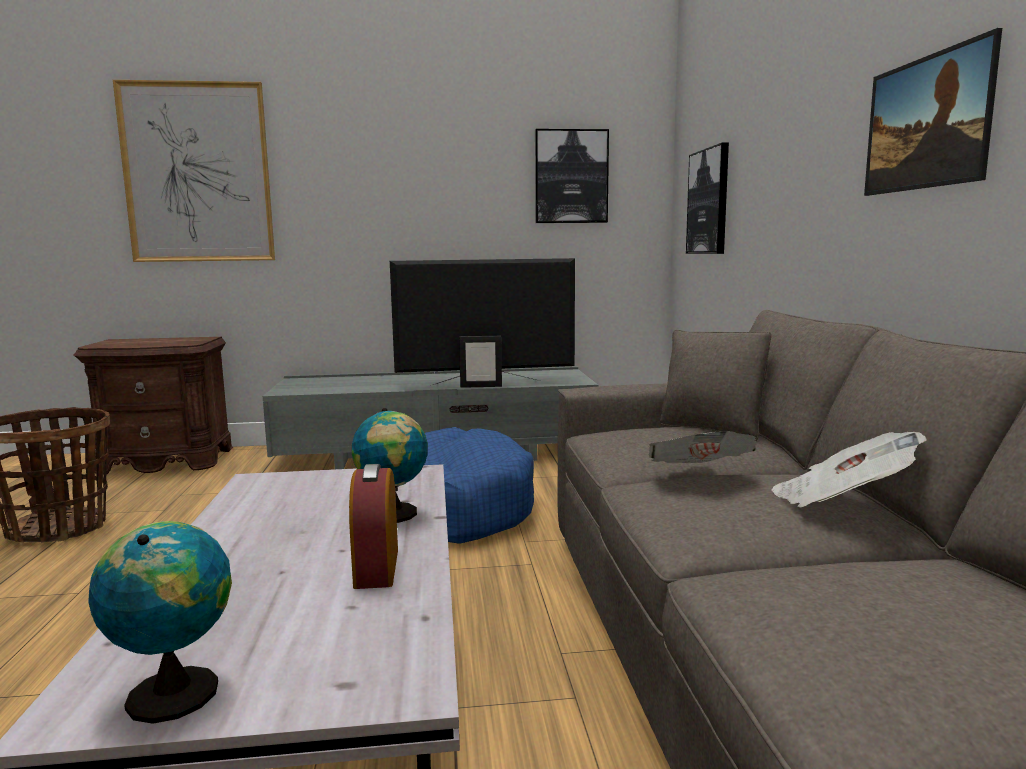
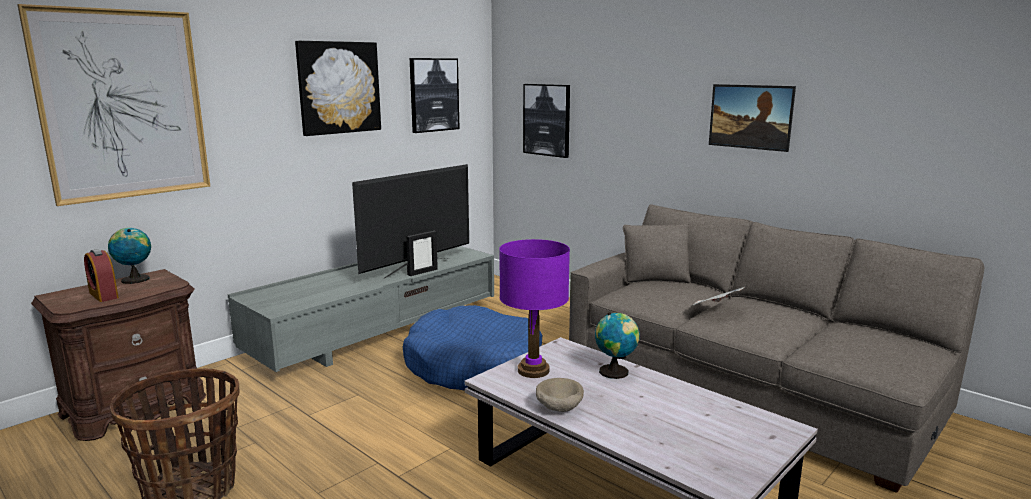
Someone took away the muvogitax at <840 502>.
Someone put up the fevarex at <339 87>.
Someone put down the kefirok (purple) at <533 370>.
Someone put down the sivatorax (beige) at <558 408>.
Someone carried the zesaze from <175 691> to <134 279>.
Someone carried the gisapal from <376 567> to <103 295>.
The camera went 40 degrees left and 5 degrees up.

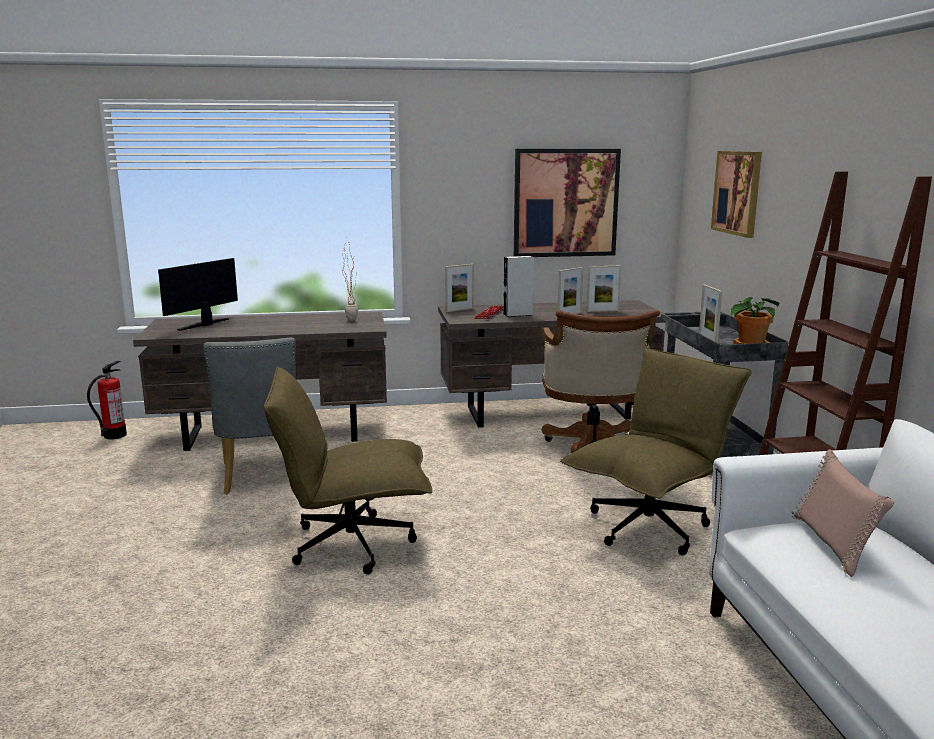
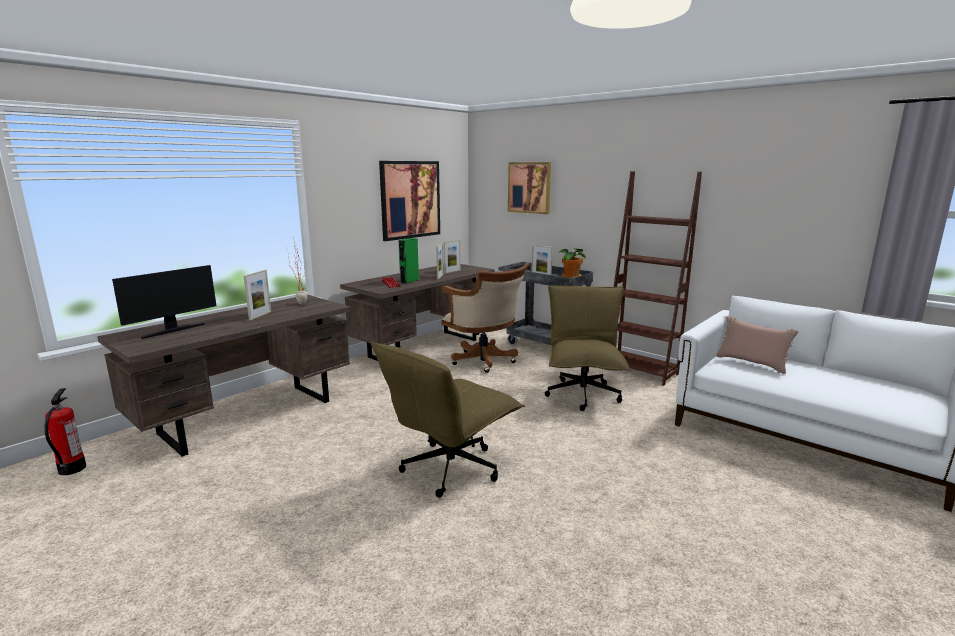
Someone took away the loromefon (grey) at <261 478>.
Someone carried the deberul from <459 310> to <260 315>.
Someone repainted the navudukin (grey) at <517 315>, which became the navudukin (green) at <409 281>.
Someone rotated the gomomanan at <205 325> by 135 degrees counterclockwise.
The camera went 40 degrees left and 0 degrees up.

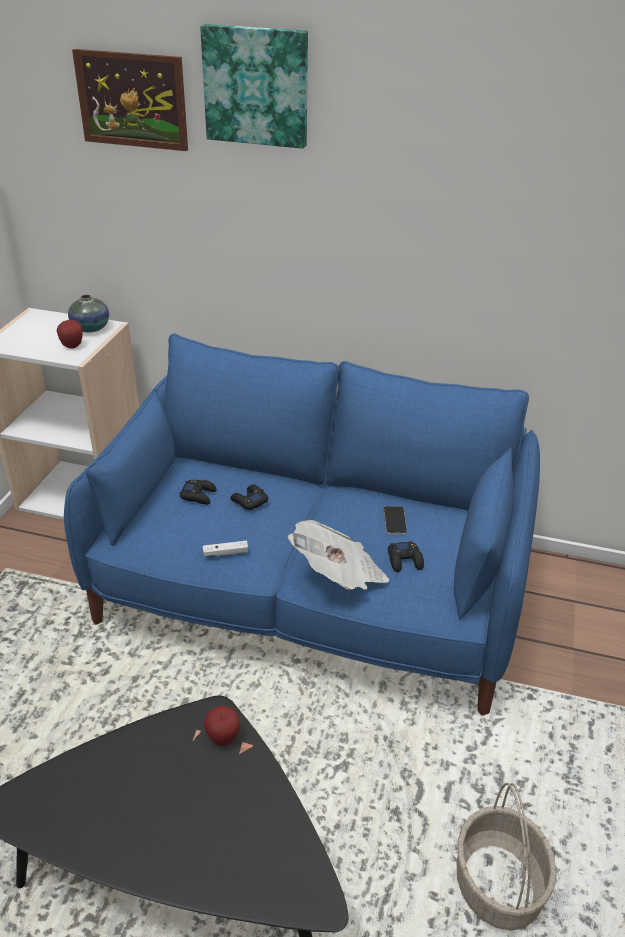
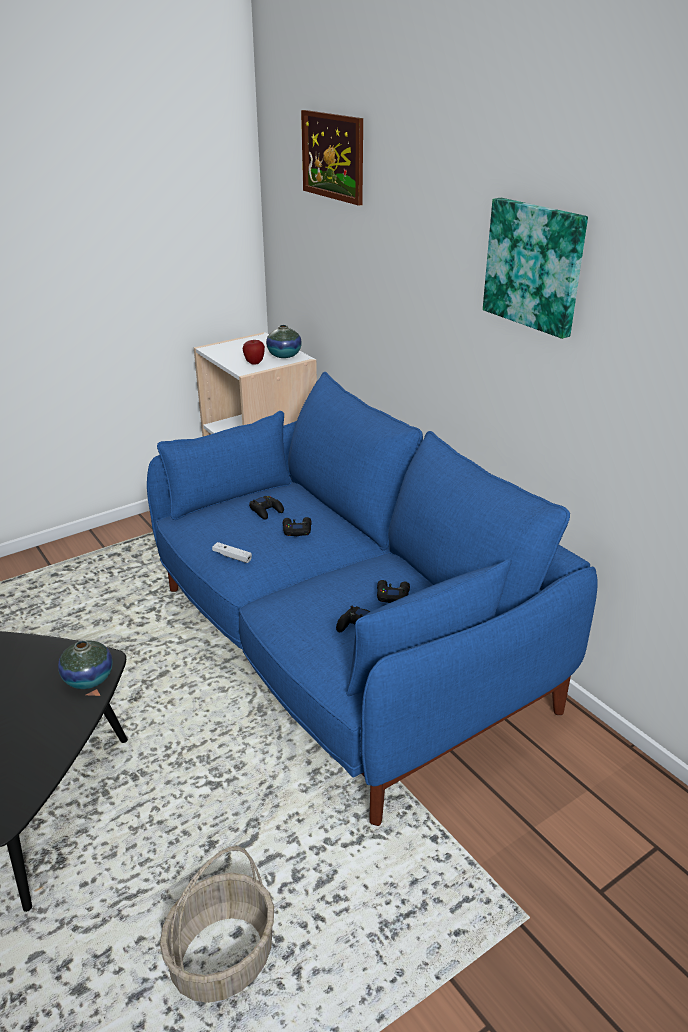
Someone took away the muvogitax at <338 575>.
Someone carried the fevarex from <257 86> to <535 266>.
Someone swapped the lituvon at <223 738> for the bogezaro at <88 679>.
Someone swapped the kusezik at <395 520> for the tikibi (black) at <392 595>.
The camera went 40 degrees right and 5 degrees down.

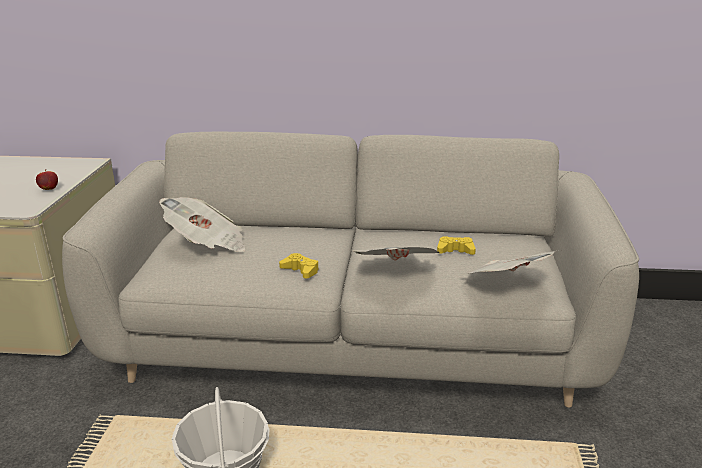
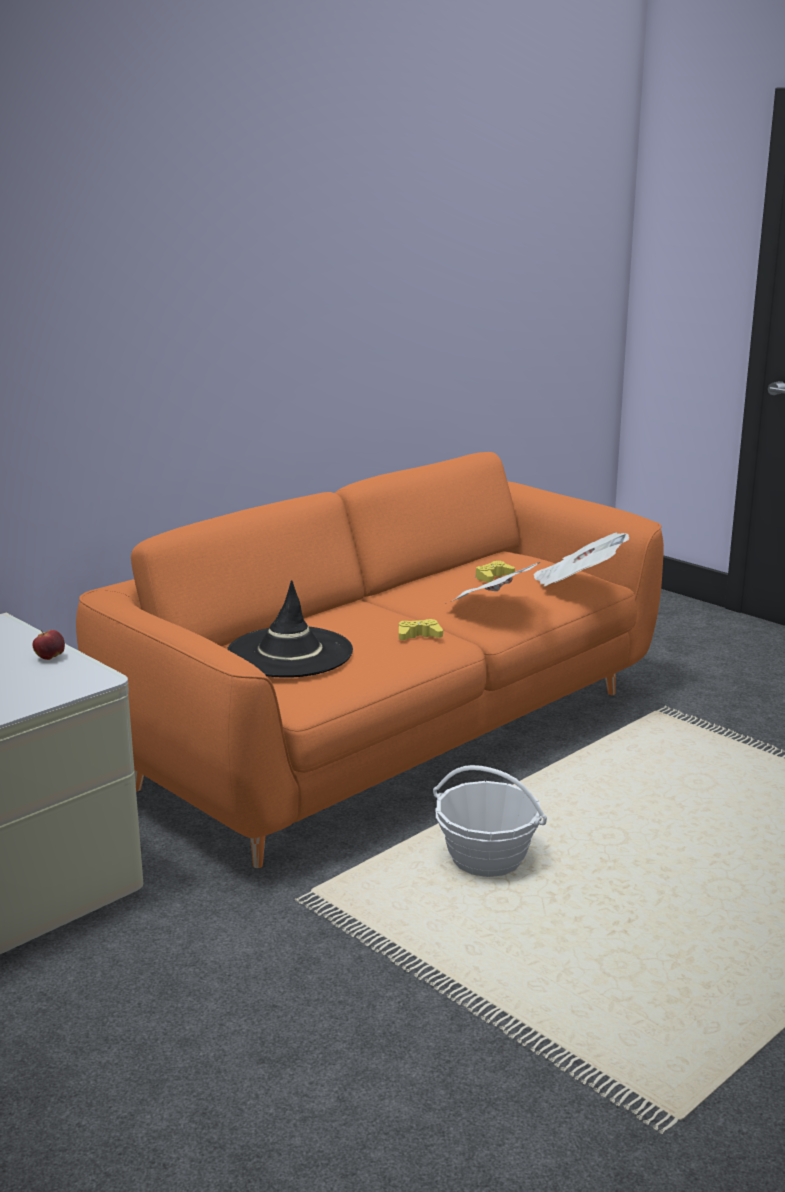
Someone swapped the muvogitax at <207 244> for the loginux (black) at <289 653>.
Someone repainted the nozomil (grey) at <352 345>, which became the nozomil (orange) at <392 737>.
The camera went 50 degrees left and 5 degrees down.

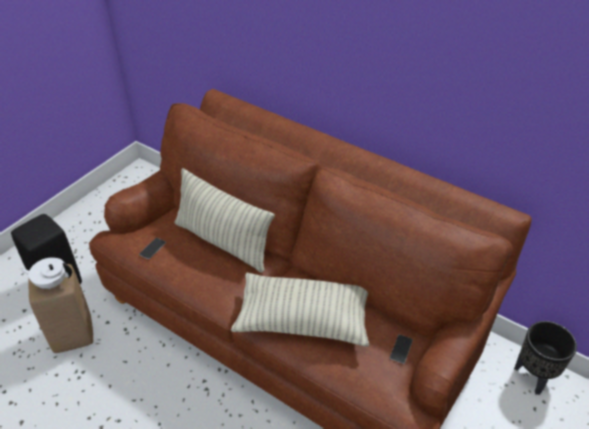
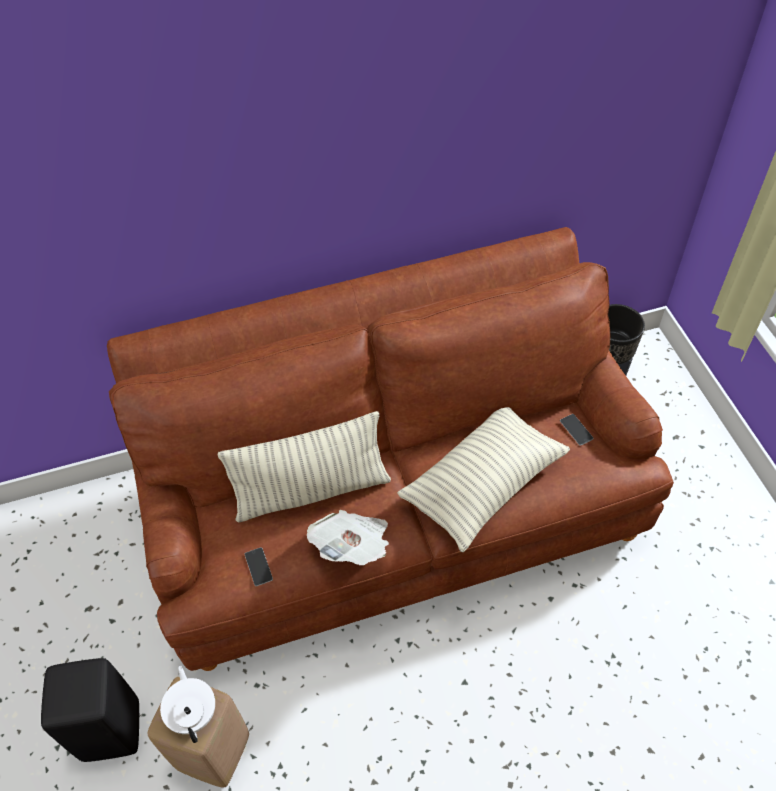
Someone put down the muvogitax at <353 546>.
Someone rotated the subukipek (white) at <51 282> by 120 degrees clockwise.
The camera went 50 degrees left and 10 degrees up.

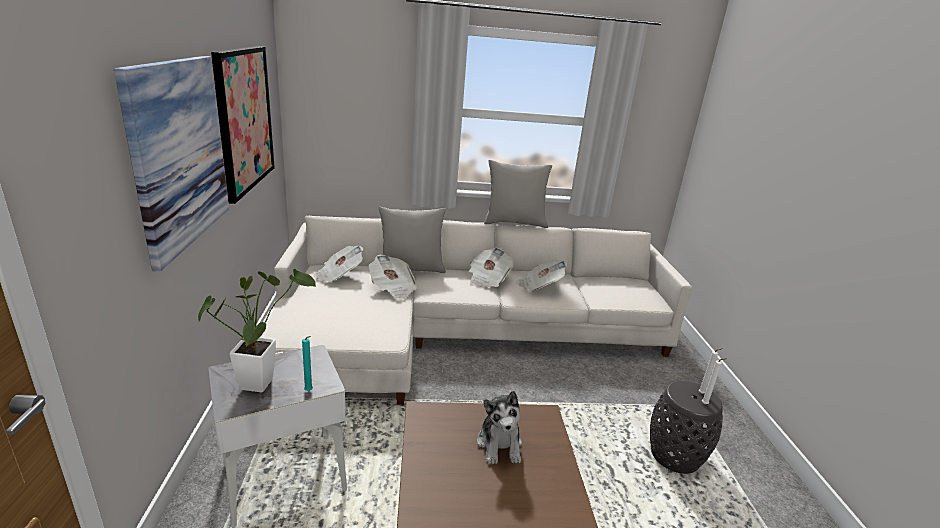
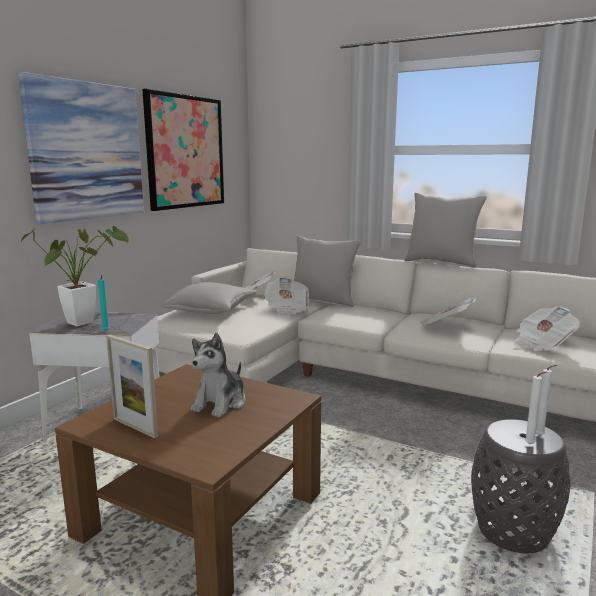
Someone put down the deberul at <135 427>.
Someone put down the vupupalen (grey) at <211 310>.
Someone carried the muvogitax from <488 279> to <541 344>.
The camera went 35 degrees right and 10 degrees down.

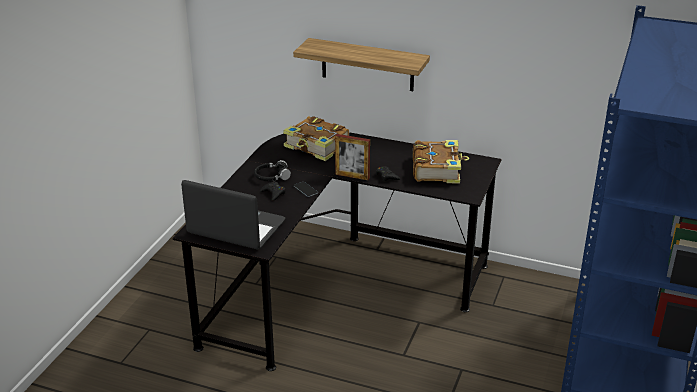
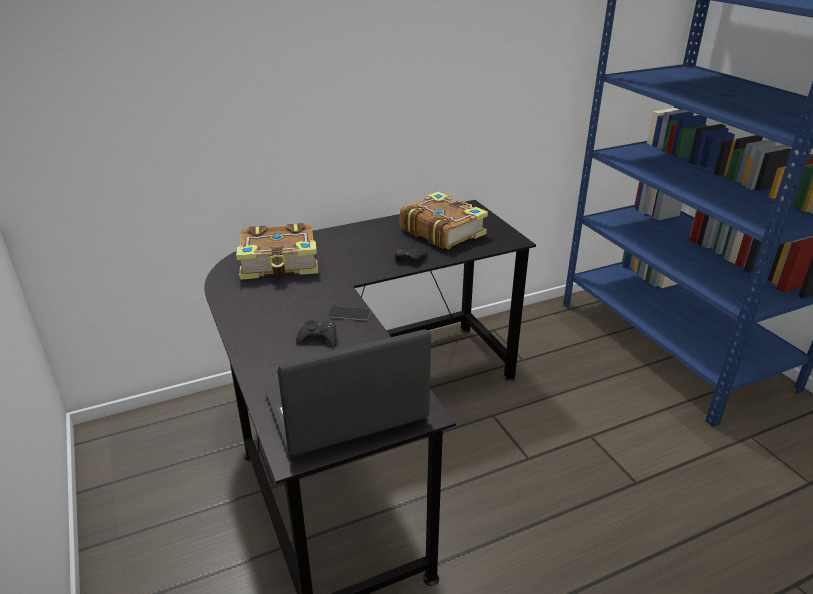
Someone took away the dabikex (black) at <272 177>.
Someone took away the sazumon at <367 65>.
Someone took away the deberul at <352 176>.
The camera went 45 degrees left and 0 degrees up.

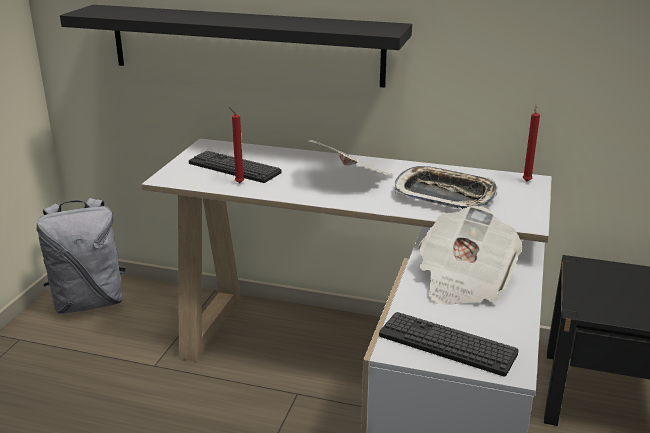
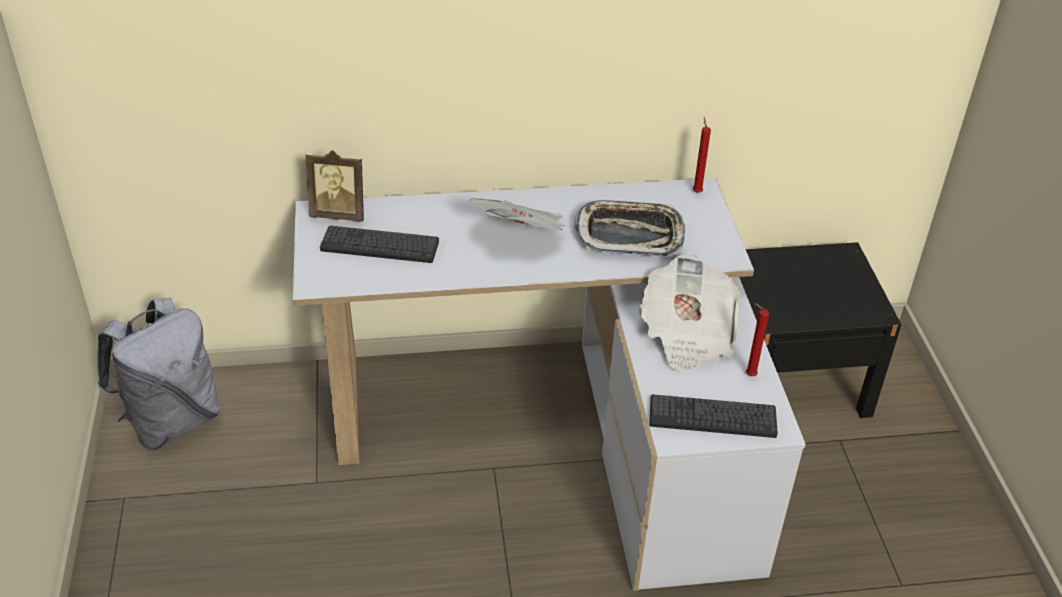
Someone took away the sazumon (black) at <244 45>.
Someone put down the deberul at <339 213>.
Someone carried the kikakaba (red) from <238 183> to <748 375>.
The camera went 25 degrees left and 15 degrees up.

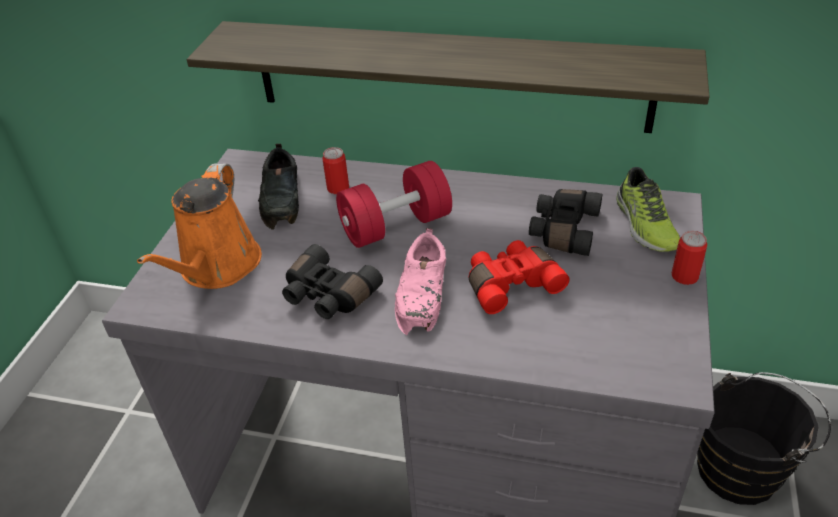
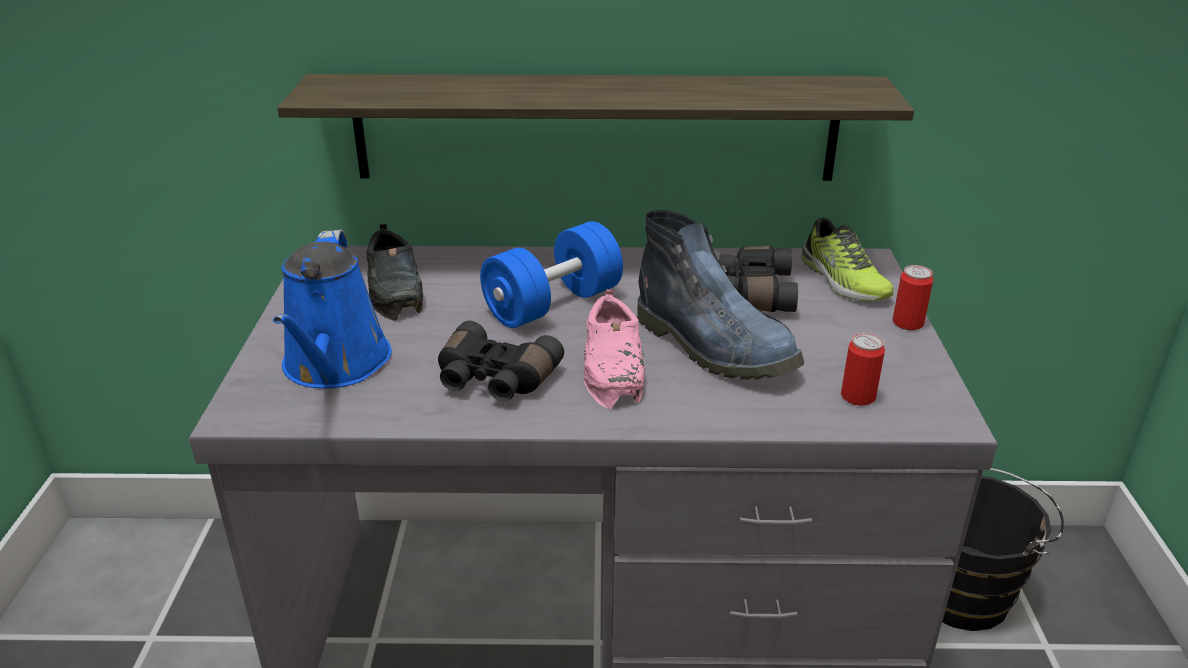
Someone carried the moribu from <338 188> to <858 396>.
Someone swapped the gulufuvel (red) at <511 284> for the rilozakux at <716 348>.
Someone repainted the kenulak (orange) at <217 268>, which became the kenulak (blue) at <335 365>.
Someone repainted the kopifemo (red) at <396 226>, which became the kopifemo (blue) at <553 304>.
The camera went 15 degrees left and 10 degrees down.

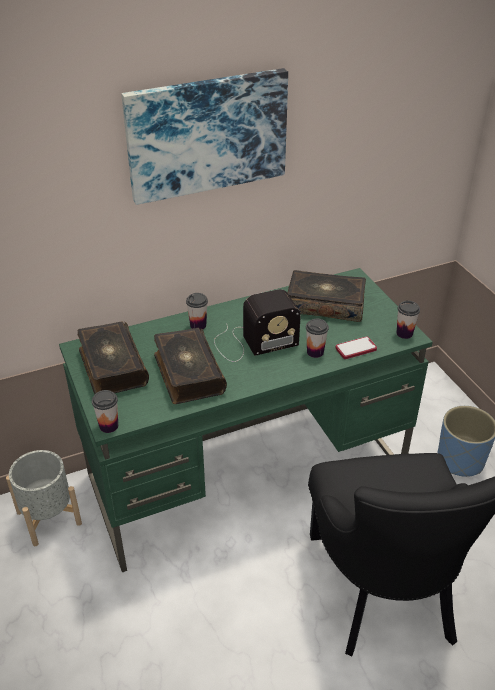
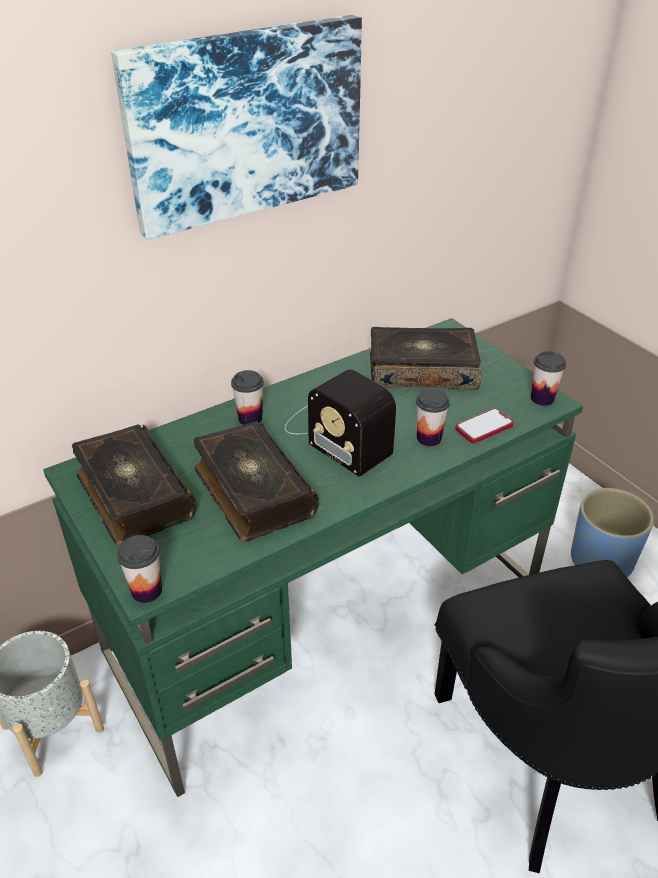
Someone rotated the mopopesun at <252 342> by 75 degrees clockwise.
The camera went 10 degrees left and 0 degrees up.

